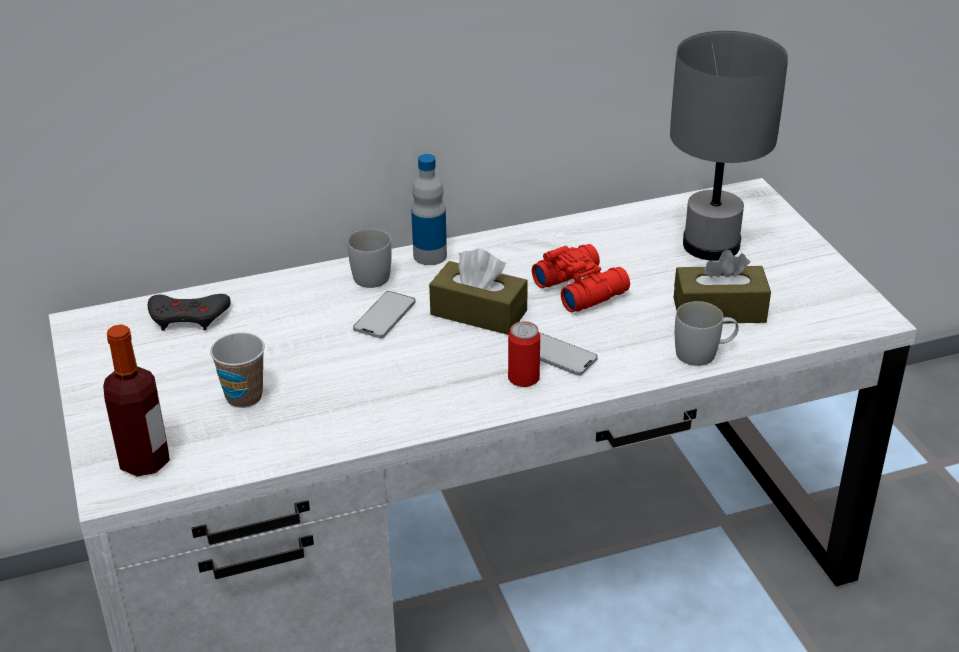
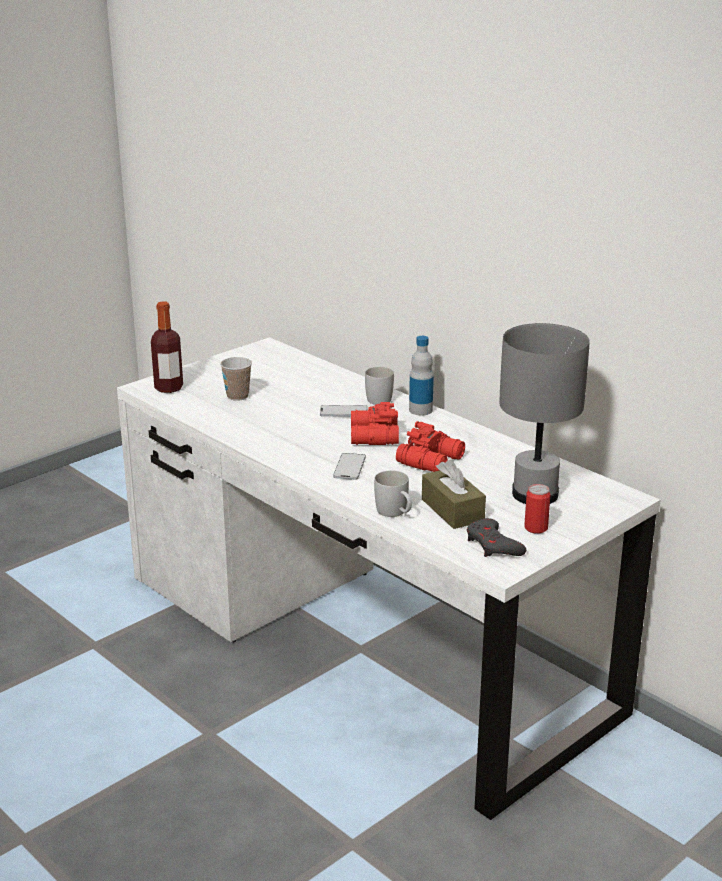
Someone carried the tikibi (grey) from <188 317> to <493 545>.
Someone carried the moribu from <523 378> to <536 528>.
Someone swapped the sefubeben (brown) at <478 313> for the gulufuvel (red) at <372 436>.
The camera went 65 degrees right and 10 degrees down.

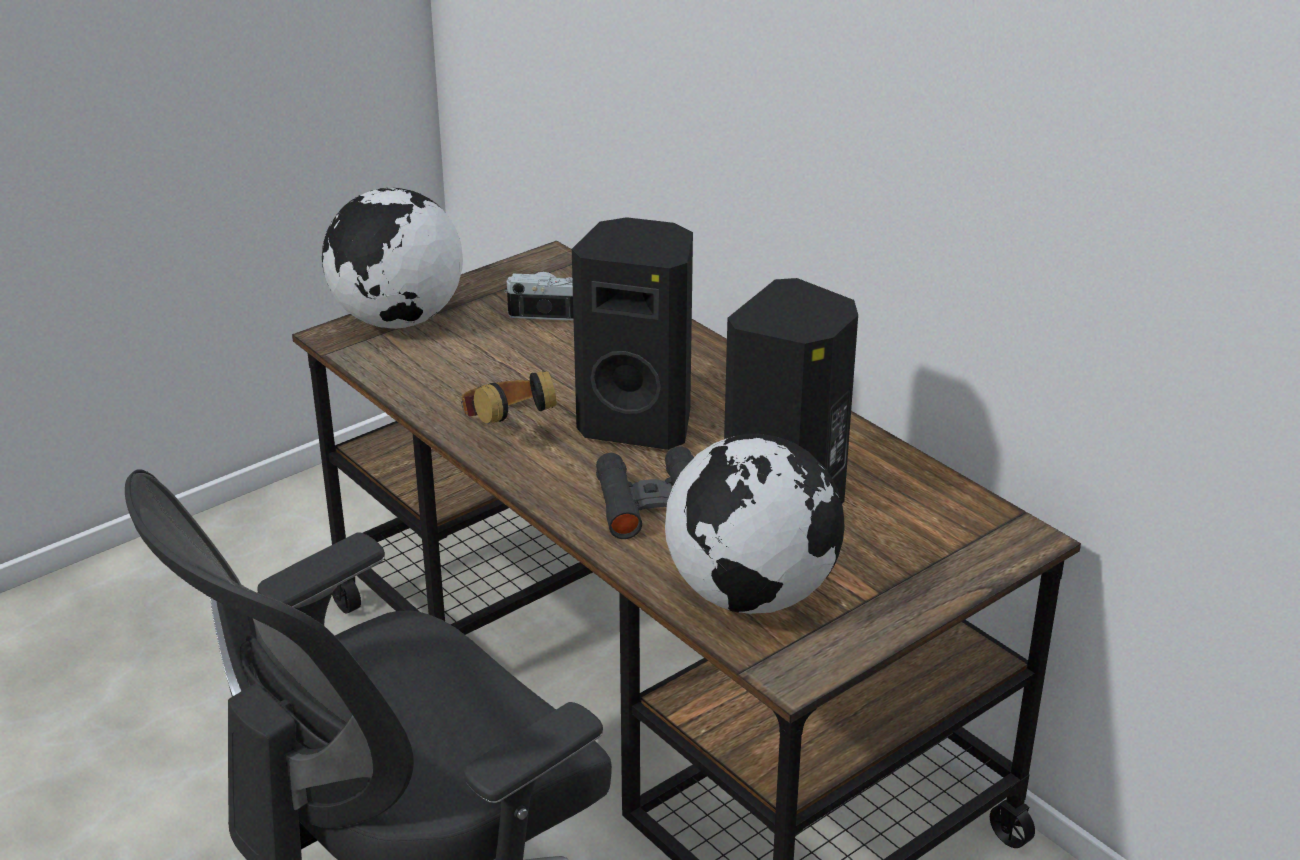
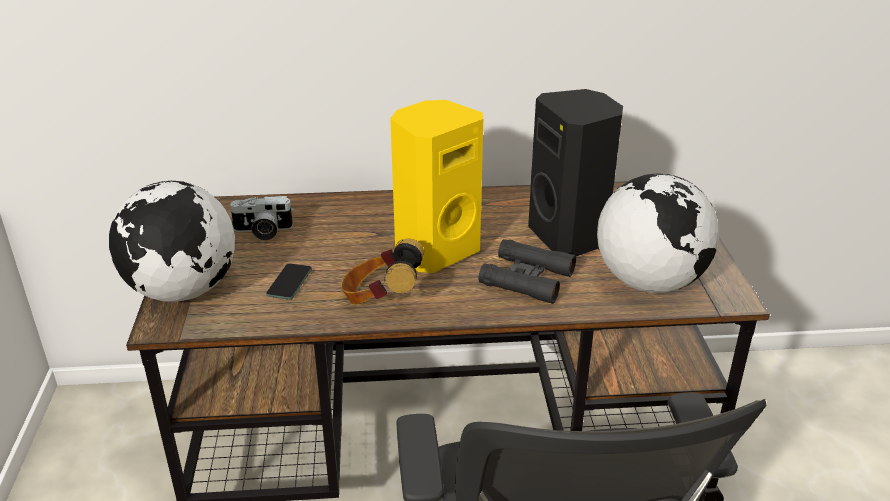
Someone put down the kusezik at <289 282>.
Someone repainted the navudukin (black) at <638 423>, which became the navudukin (yellow) at <435 250>.
Someone rotated the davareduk at <547 311> by 135 degrees counterclockwise.
The camera went 55 degrees left and 0 degrees up.

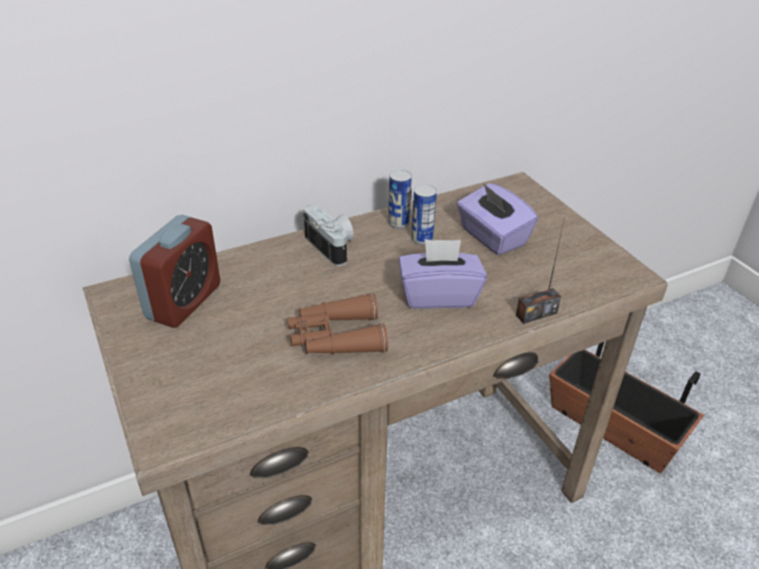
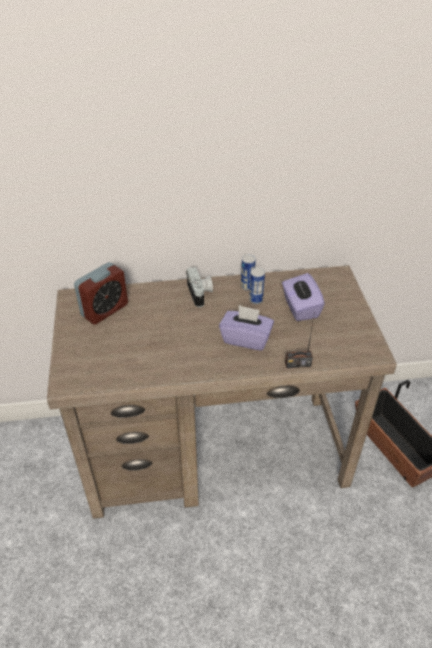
Someone took away the gulufuvel (brown) at <335 337>.
The camera went 20 degrees right and 5 degrees up.

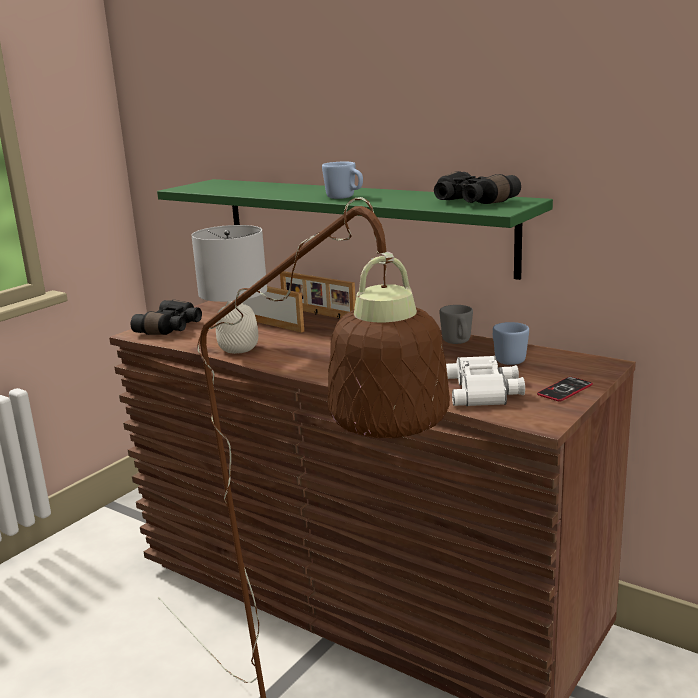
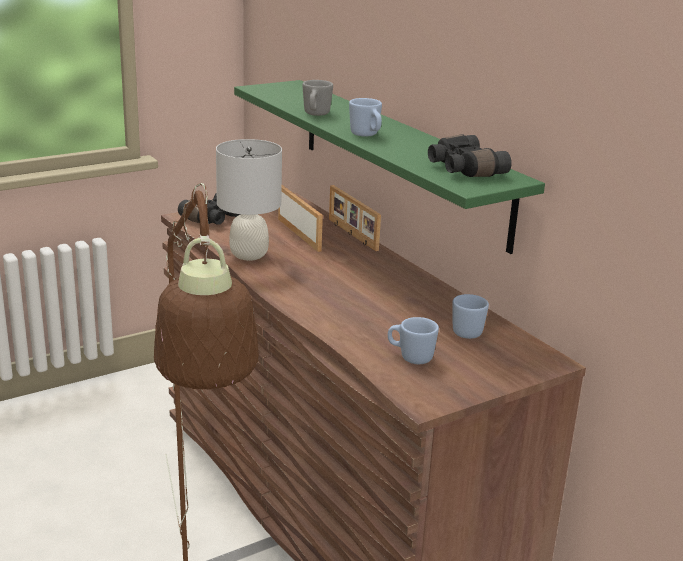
Someone took away the kusezik at <565 390>.
Someone carried the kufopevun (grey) from <458 342> to <315 115>.
Someone swapped the gulufuvel (white) at <485 390> for the kufopevun (blue) at <410 357>.
The camera went 20 degrees right and 5 degrees up.

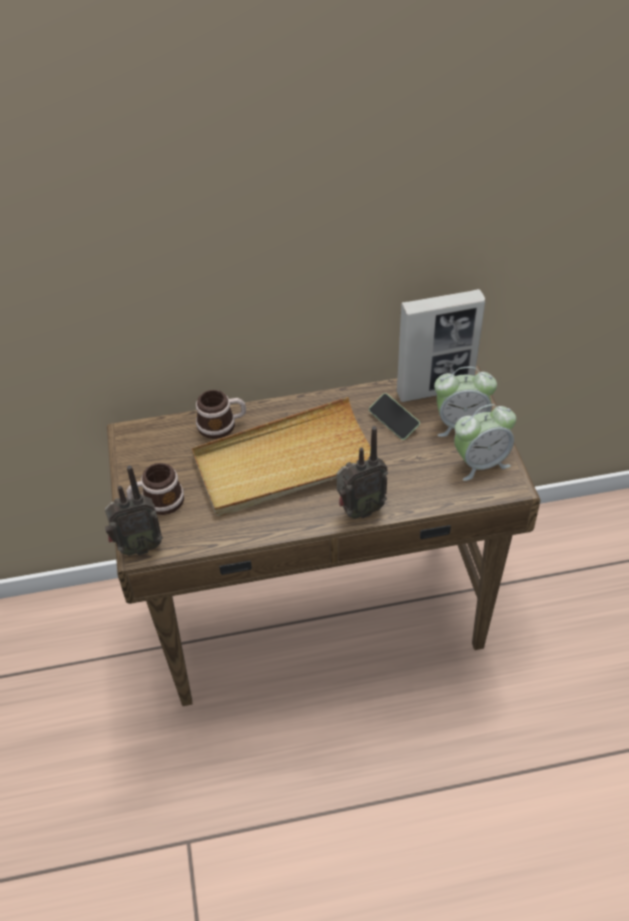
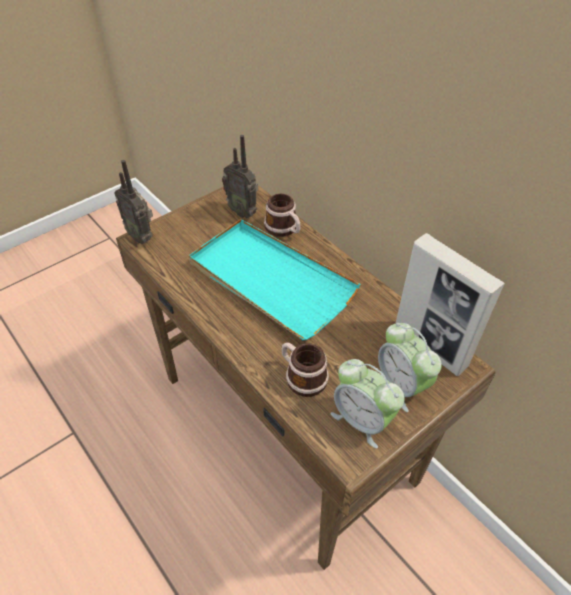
Someone took away the kusezik at <393 422>.
Someone carried the kufopevun from <157 502> to <302 376>.
Someone carried the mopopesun from <359 510> to <243 211>.
Someone repainted the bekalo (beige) at <285 462>, which became the bekalo (turquoise) at <270 280>.
The camera went 60 degrees right and 0 degrees up.

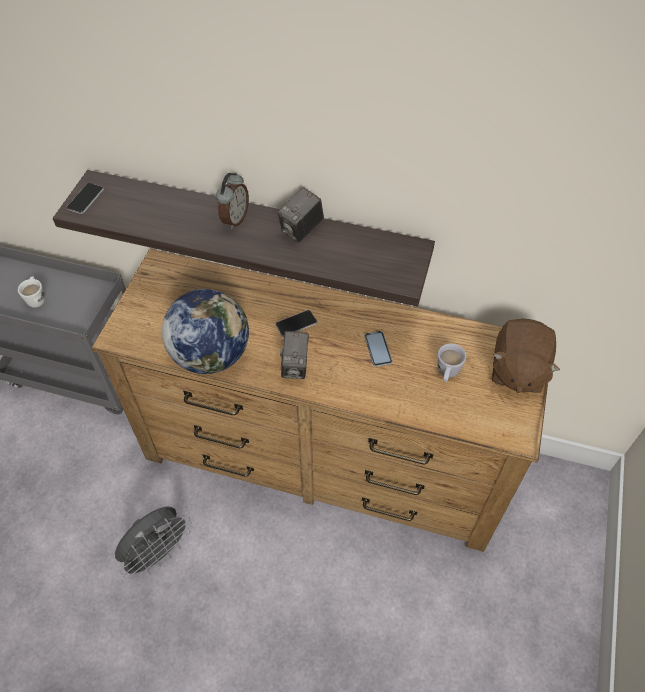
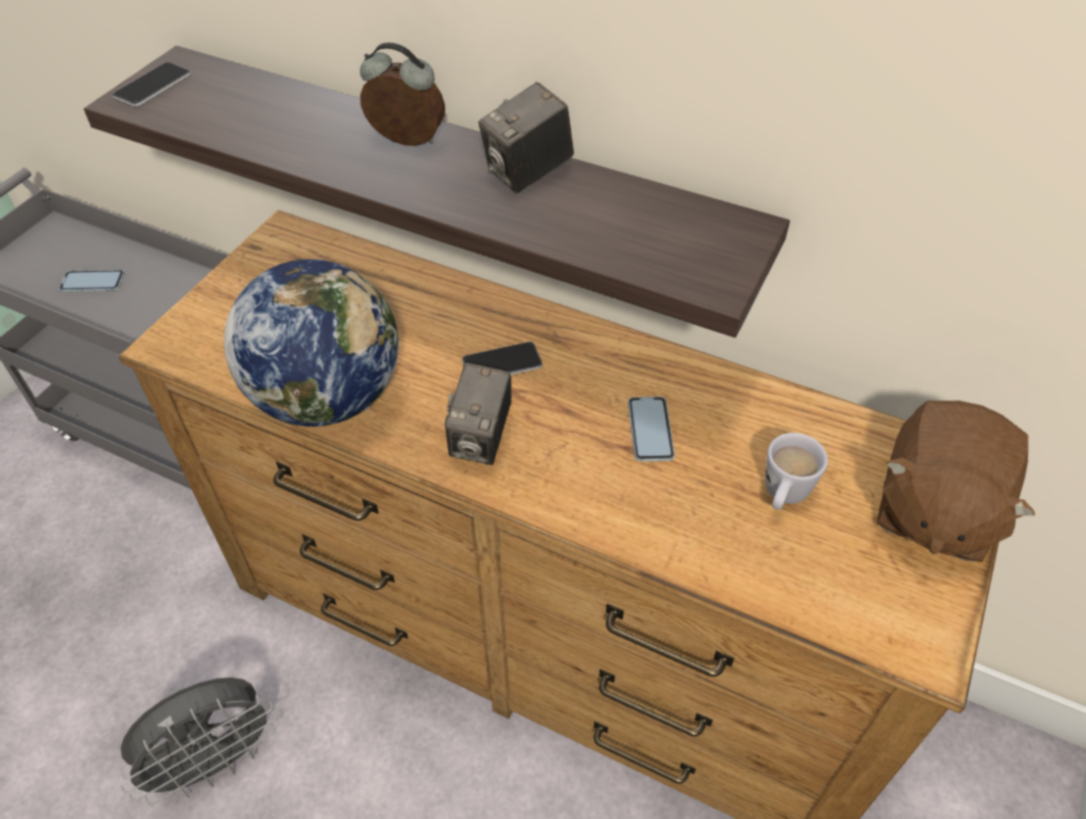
Someone swapped the kufopevun (white) at <37 298> for the kusezik at <93 282>.
Someone rotated the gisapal at <234 219> by 105 degrees counterclockwise.
The camera went 10 degrees right and 5 degrees down.

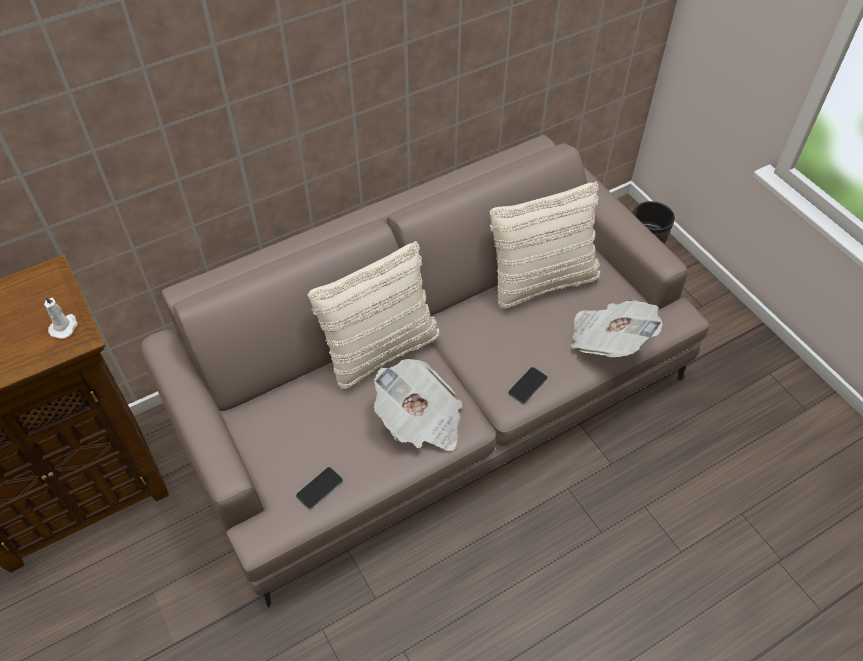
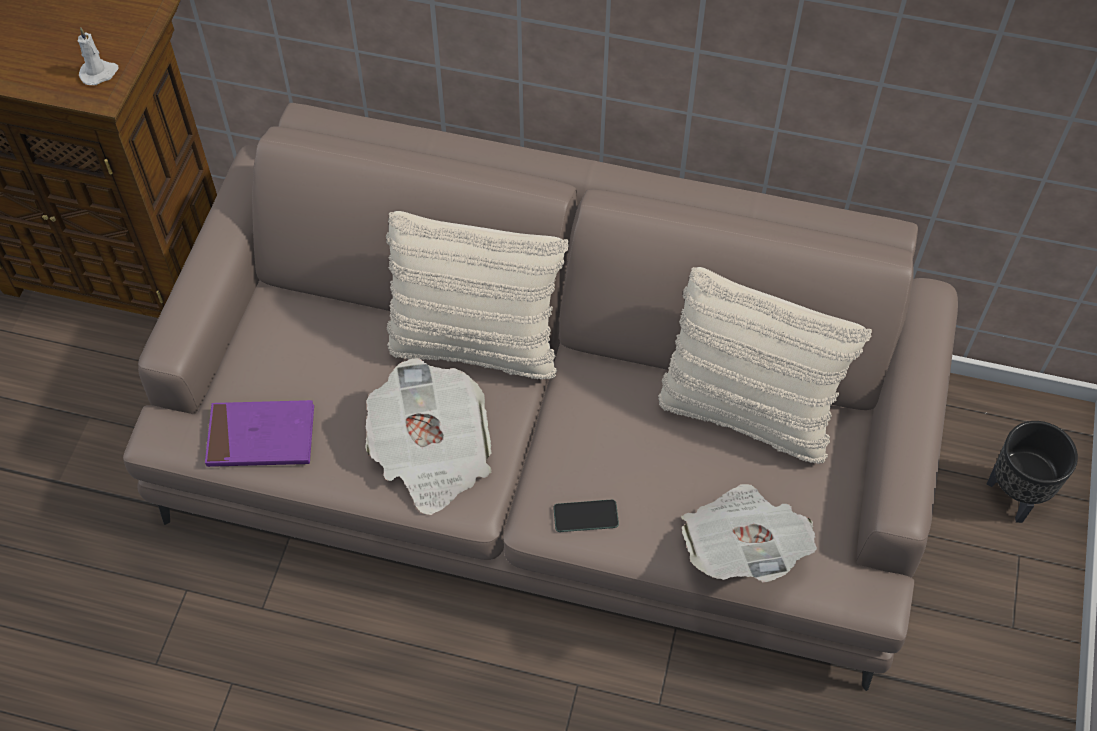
Someone swapped the kusezik at <319 488> for the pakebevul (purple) at <261 437>.
The camera went 45 degrees right and 5 degrees up.

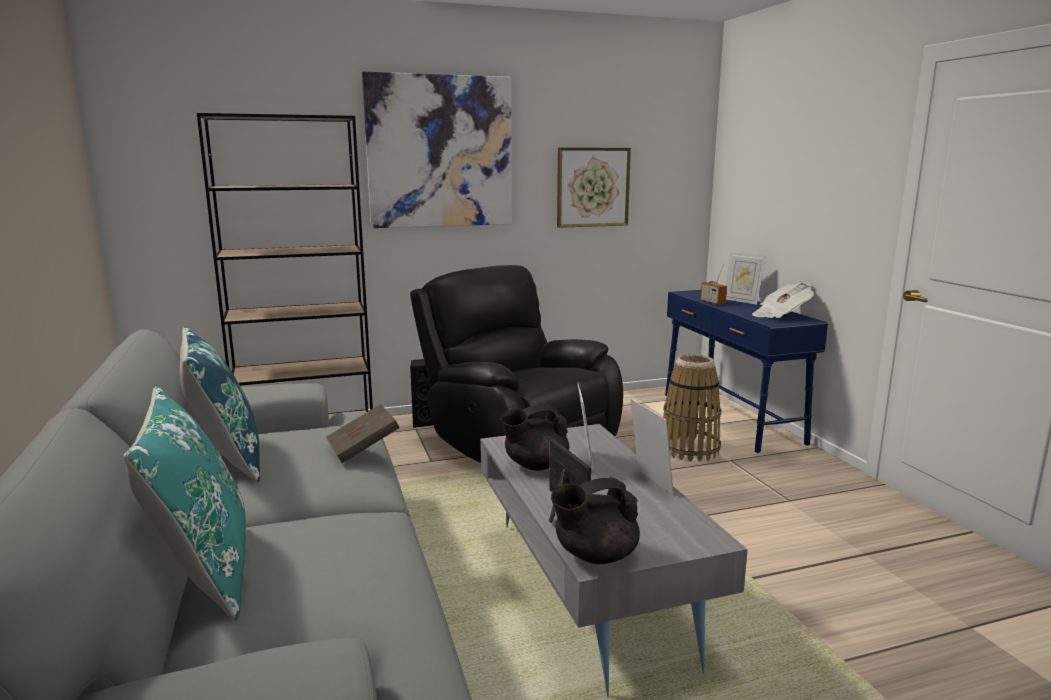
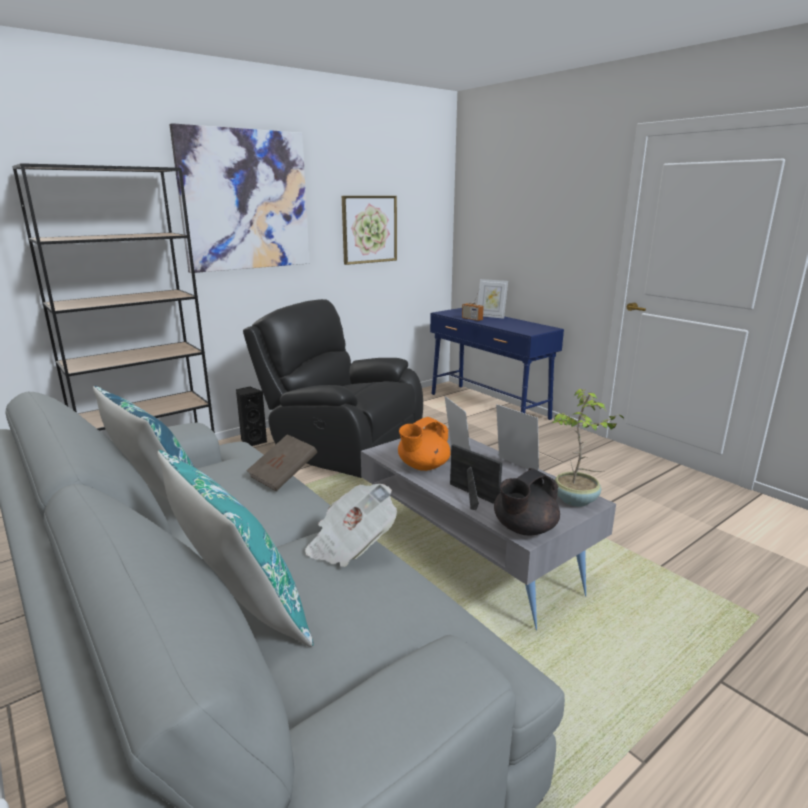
Someone took away the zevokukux at <689 449>.
Someone put down the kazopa at <576 500>.
Someone carried the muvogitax from <780 315> to <351 544>.
Someone repainted the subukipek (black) at <535 465>, which became the subukipek (orange) at <423 466>.
The camera went 20 degrees left and 5 degrees up.

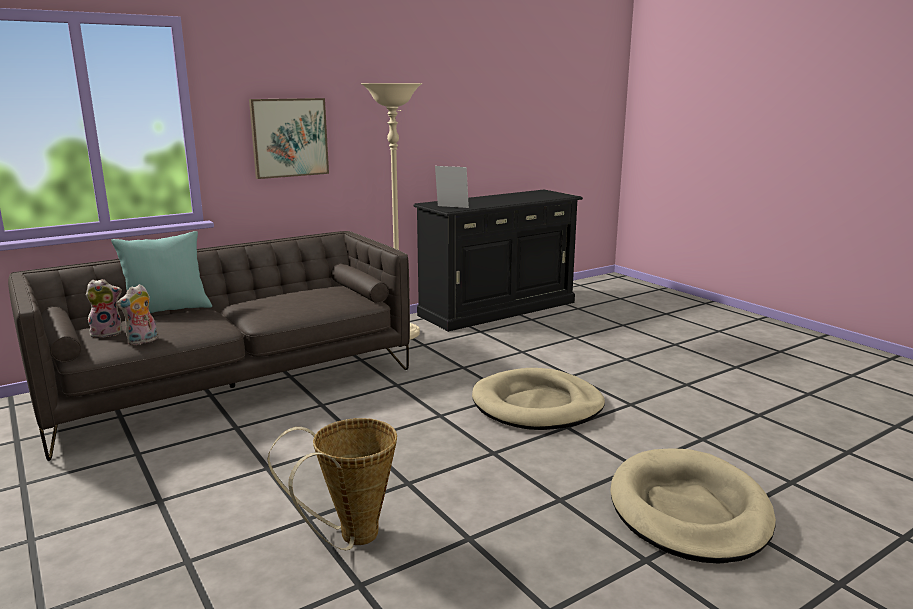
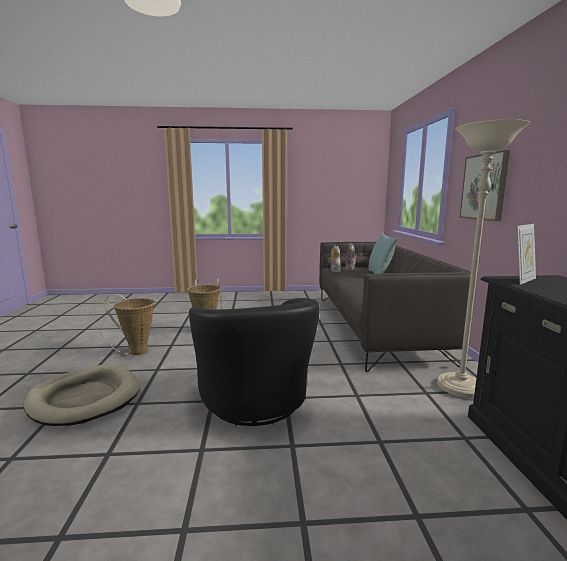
Someone put down the zevokukux at <134 351>.
Someone swapped the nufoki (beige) at <537 405> for the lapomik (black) at <255 402>.
The camera went 120 degrees right and 5 degrees down.

